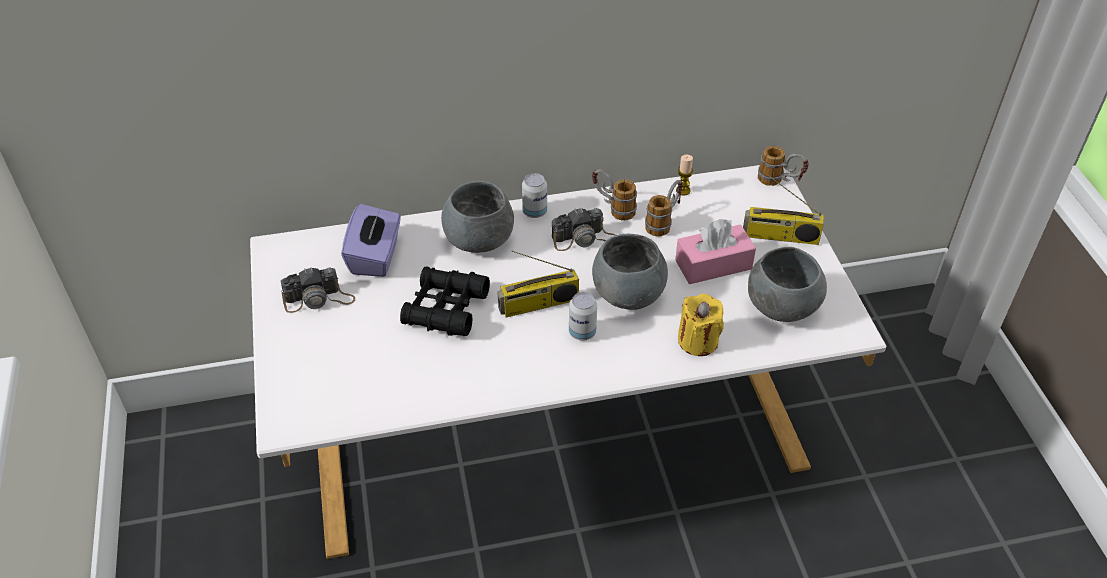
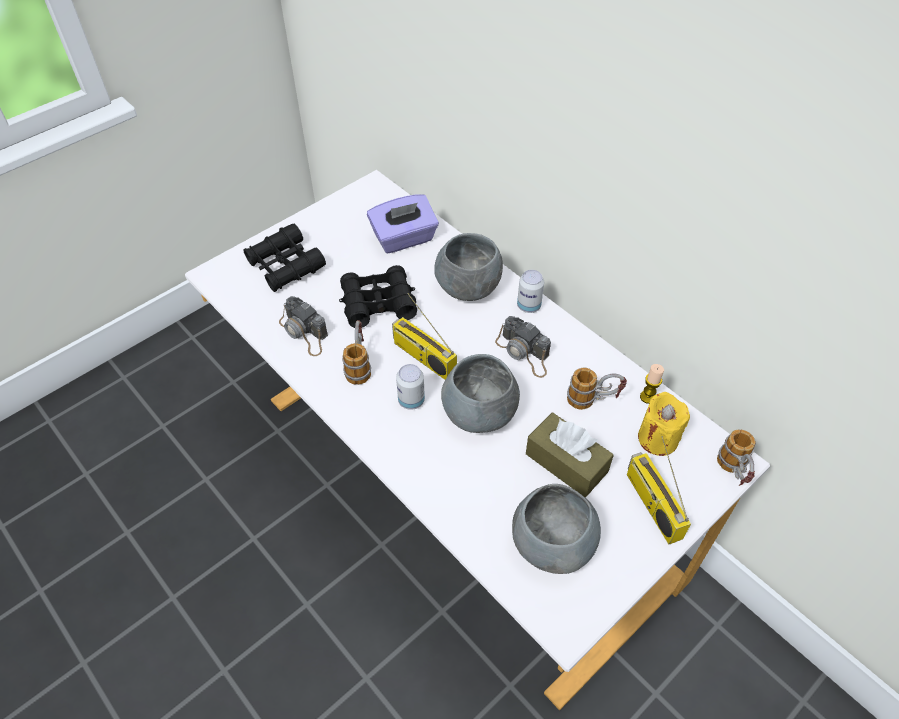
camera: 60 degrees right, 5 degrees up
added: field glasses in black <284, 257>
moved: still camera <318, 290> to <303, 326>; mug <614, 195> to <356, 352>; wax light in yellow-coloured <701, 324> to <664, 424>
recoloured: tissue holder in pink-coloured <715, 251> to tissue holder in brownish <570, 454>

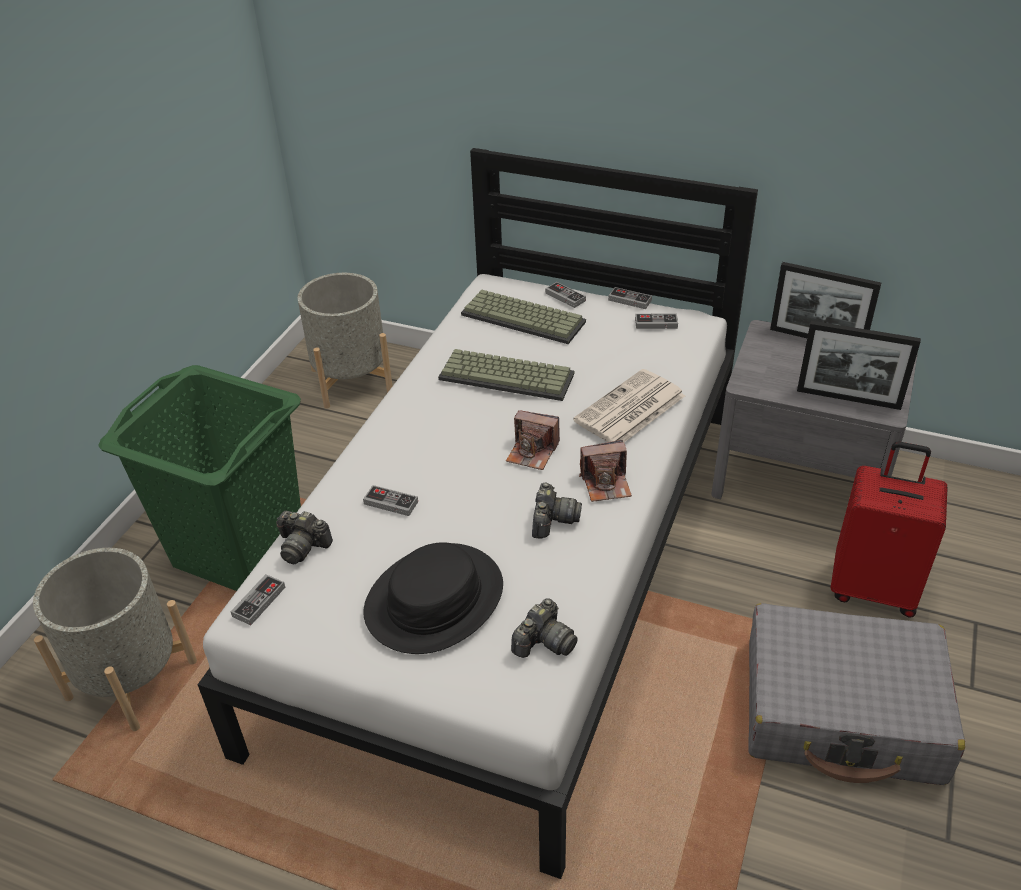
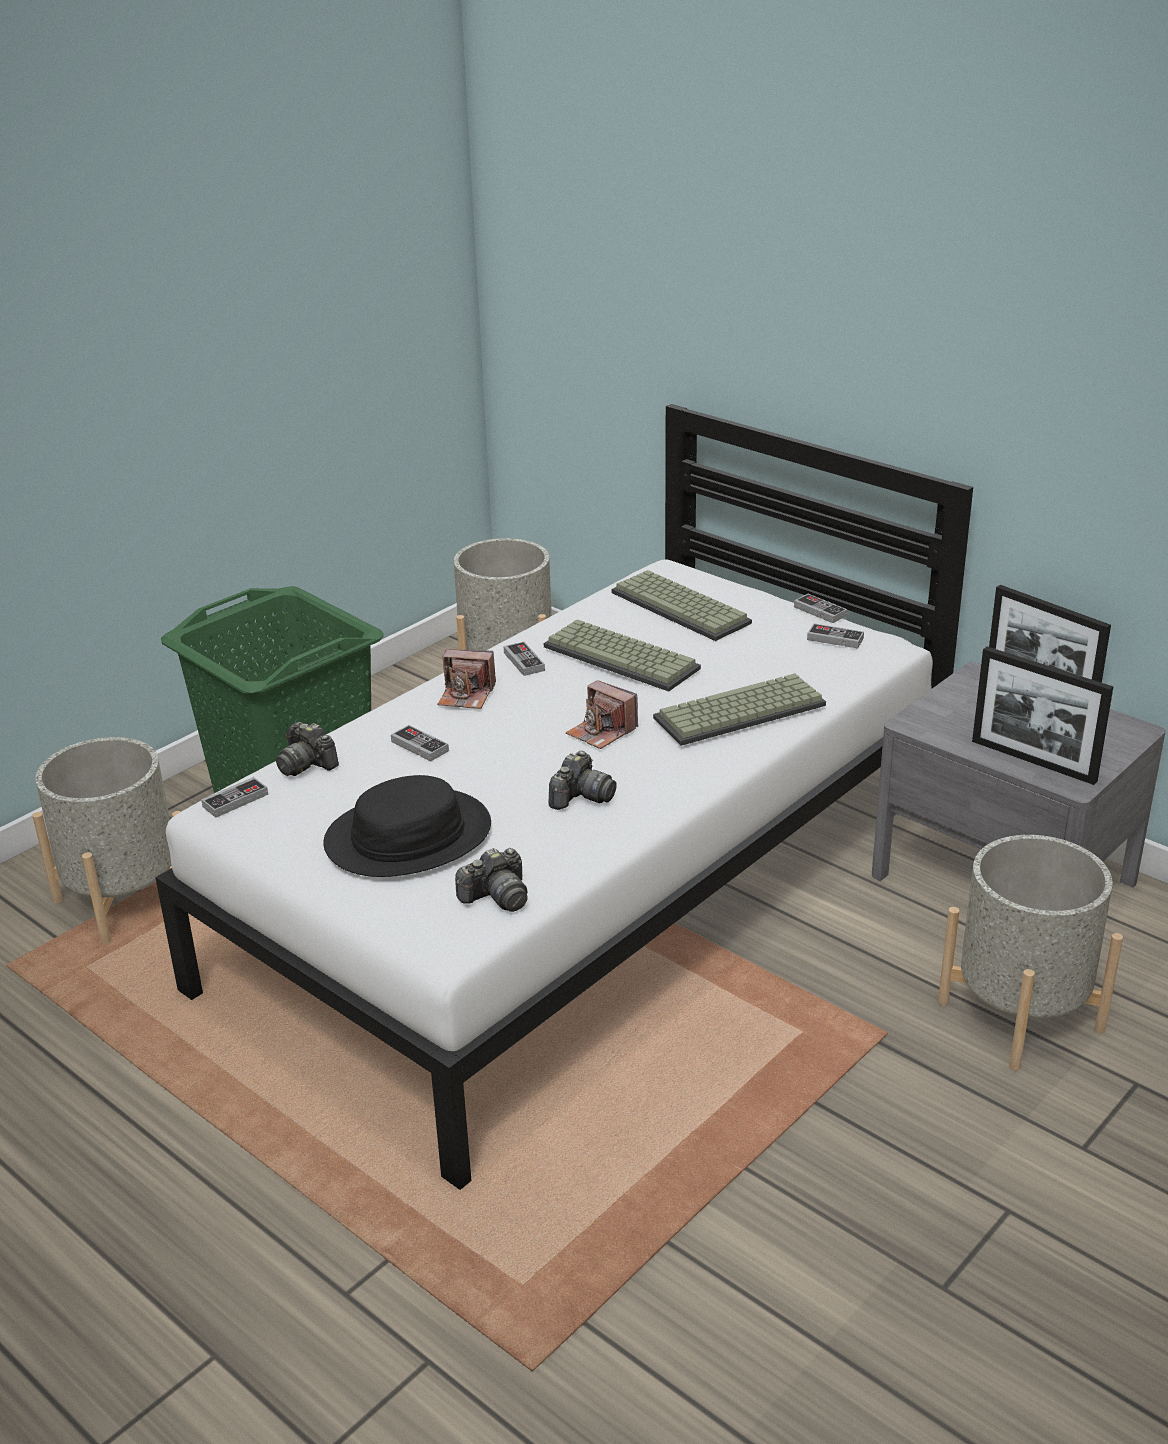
camera: 20 degrees right, 10 degrees down
removed: piece of luggage in greyish <856, 694>
moved: gamepad <565, 295> to <524, 659>; still camera <605, 471> to <466, 679>
replaced: newspaper <629, 405> to PC keyboard <739, 709>; piece of luggage in reddish <889, 530> to planter in greyish <1030, 953>

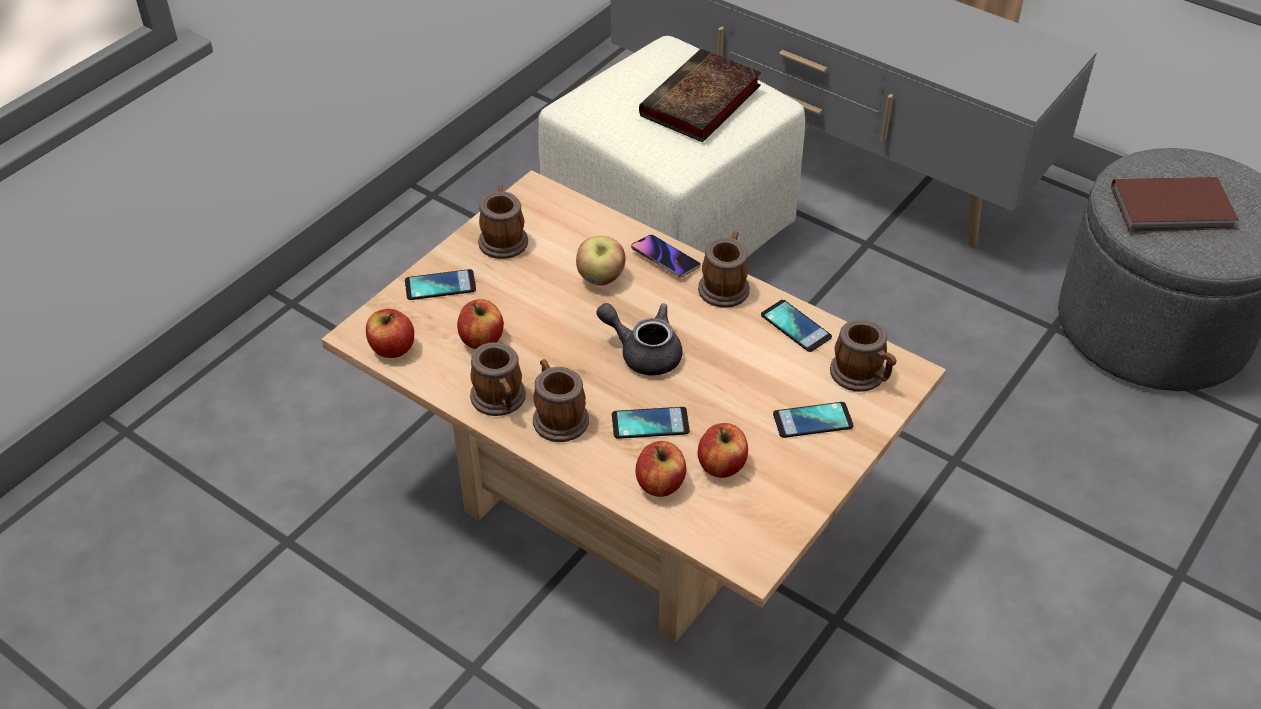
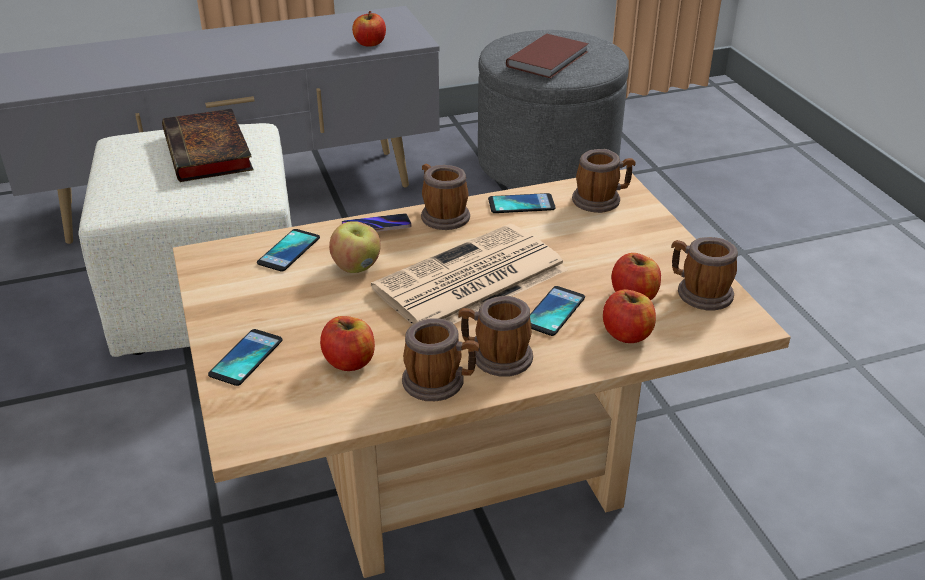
camera: 55 degrees left, 10 degrees down
moved: apple fruit <390, 333> to <369, 29>; mug <503, 222> to <704, 273>; handset <813, 420> to <288, 250>
replaced: teapot in greyish <639, 339> to newspaper <469, 274>

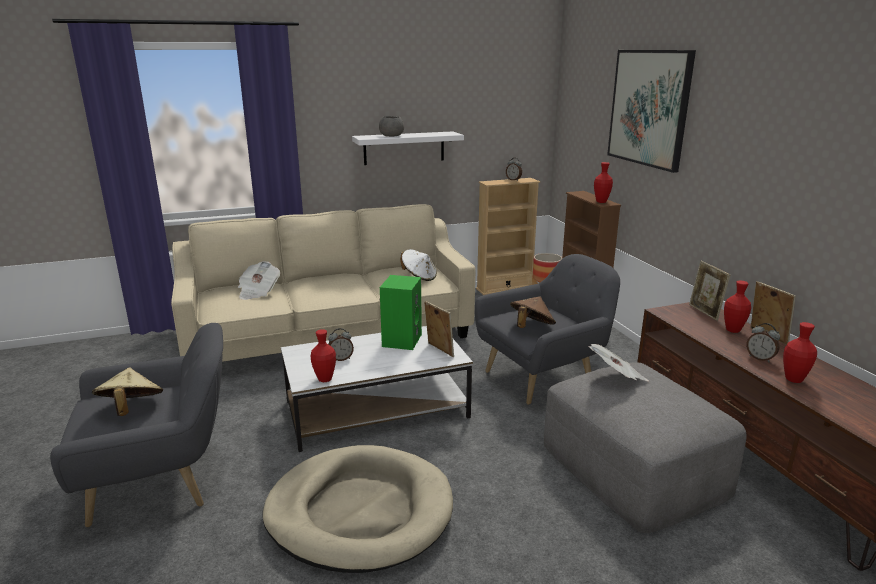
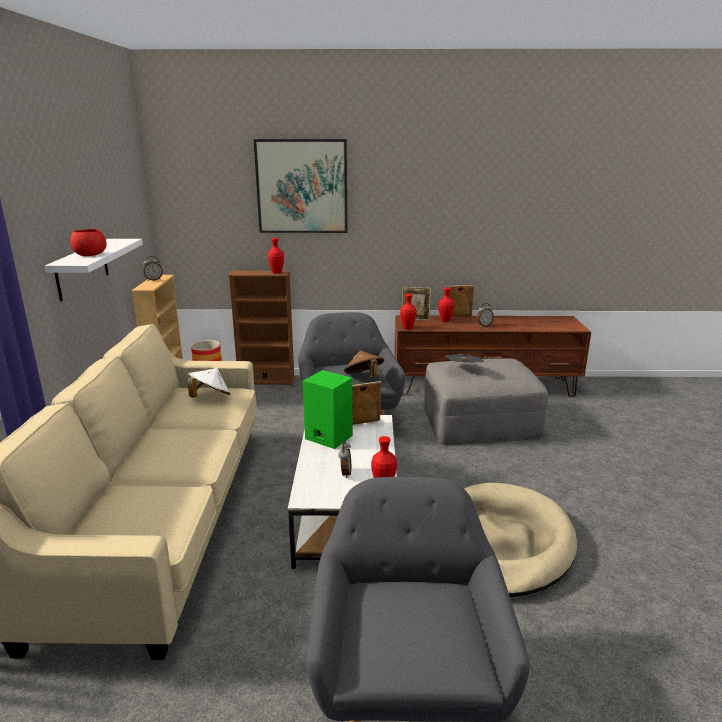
camera: 70 degrees left, 0 degrees up
removed: clothing hat in beige <127, 391>; newspaper <259, 280>
moved: vase in reddish <800, 352> to <408, 312>
recoloured: bowl in greyish <391, 126> to bowl in reddish <88, 242>

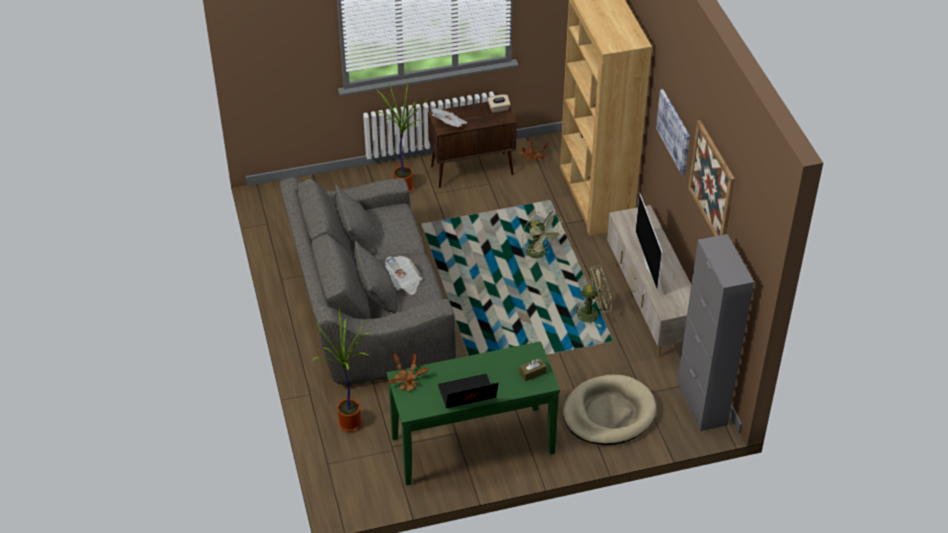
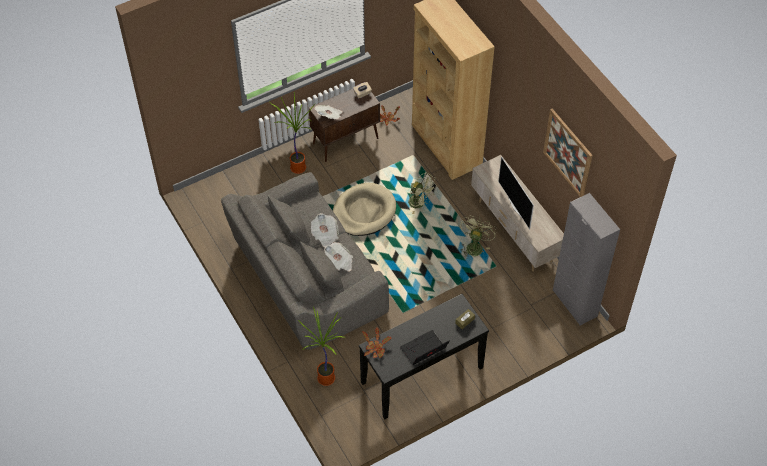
camera: 15 degrees left, 10 degrees up
removed: picture <673, 132>
added: newspaper <325, 230>
moved: dog cushion in beige <610, 410> to <364, 209>
recoloured: hall table in greenish <473, 413> to hall table in black <424, 356>
turned: cooling fan in greenish <591, 297> = <478, 237> 45 degrees counterclockwise

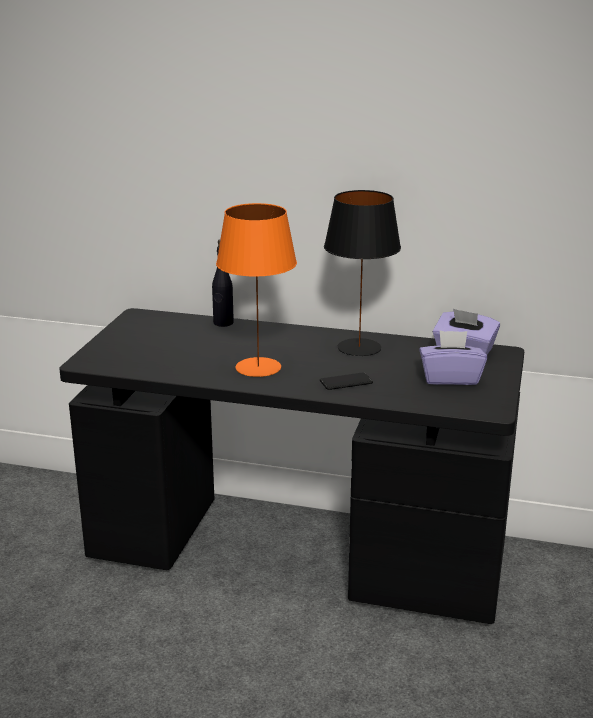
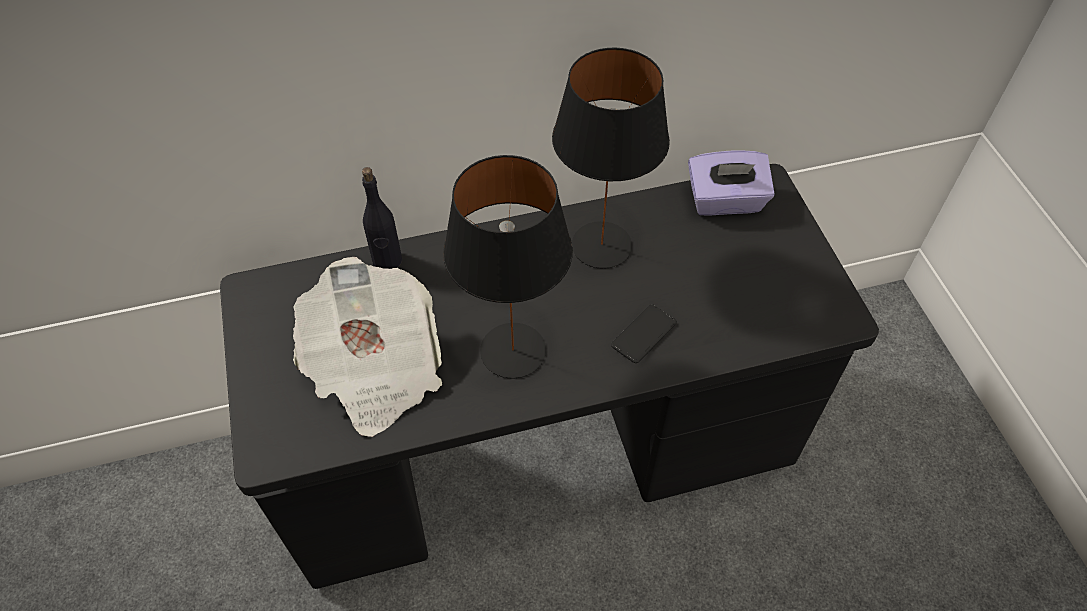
camera: 30 degrees left, 30 degrees up
removed: tissue holder in purple-coloured <453, 357>
added: newspaper <367, 347>
recoloured: table lamp in orange <256, 290> to table lamp in black <508, 266>

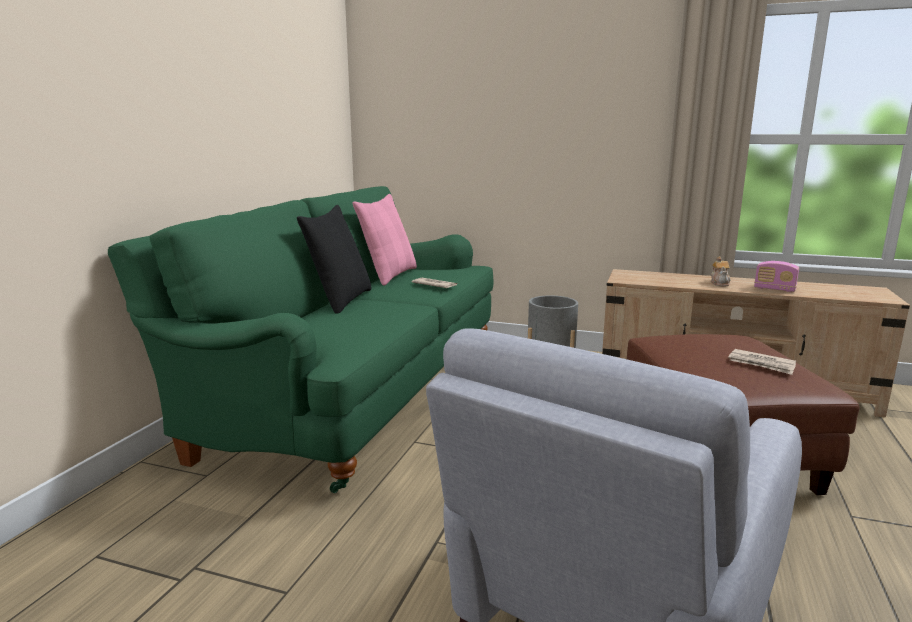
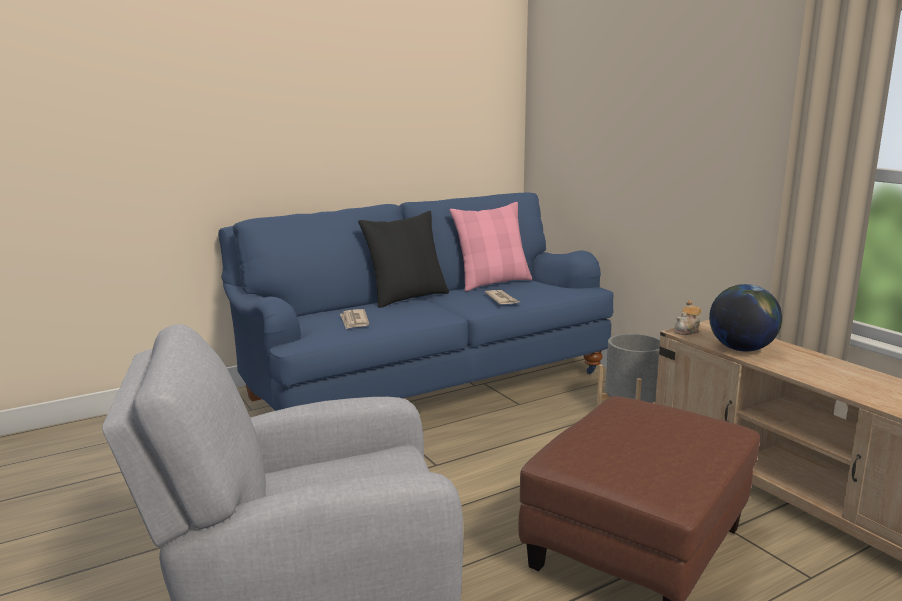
camera: 40 degrees right, 0 degrees up
removed: radio receiver <776, 276>
added: world globe <745, 318>
moved: teapot <721, 271> to <687, 317>; newspaper <762, 362> to <354, 319>
recoloured: couch in greenish <300, 339> to couch in blue <416, 301>

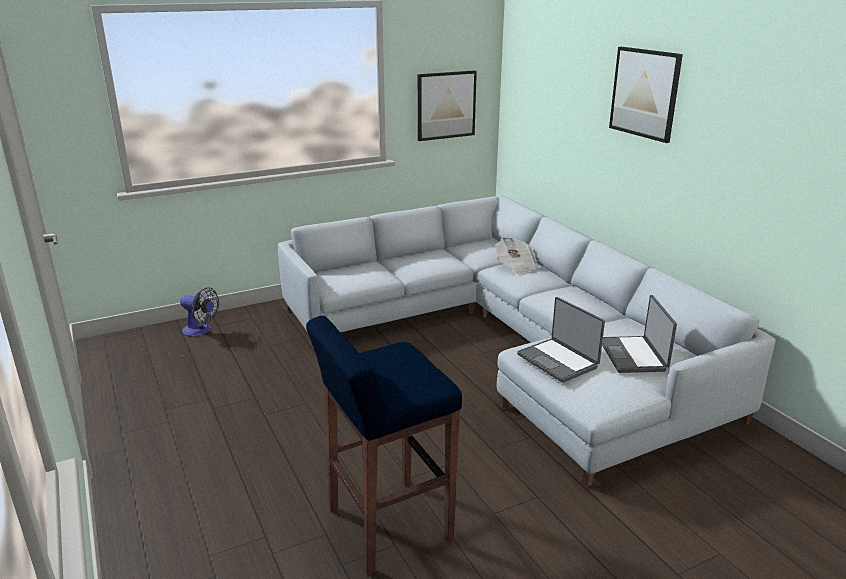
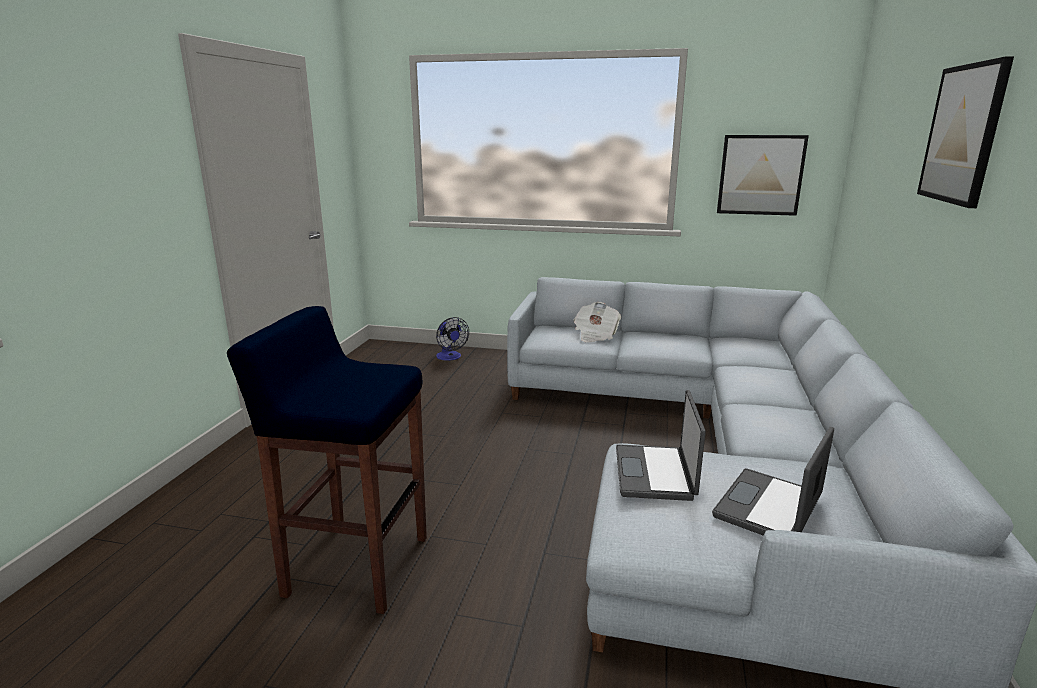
camera: 40 degrees right, 5 degrees down
moved: newspaper <516, 256> to <597, 322>

